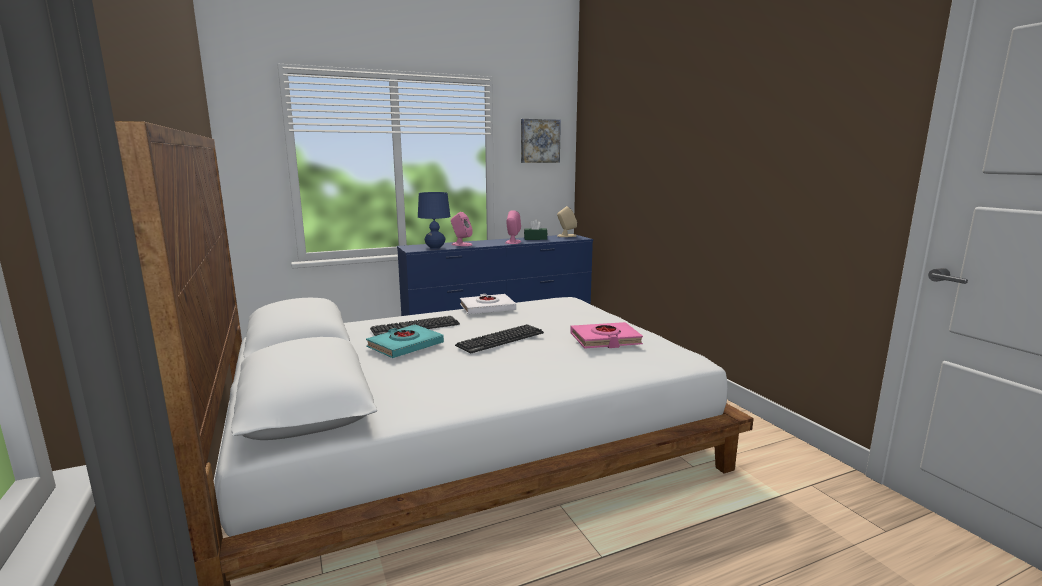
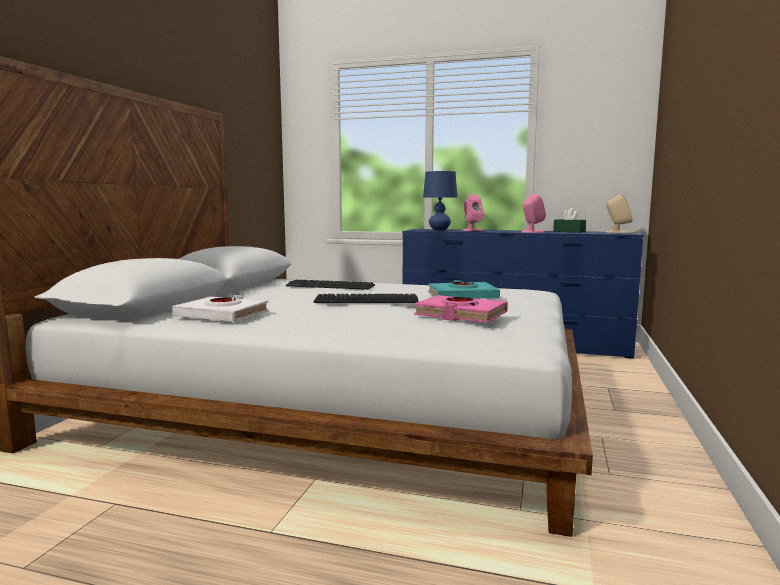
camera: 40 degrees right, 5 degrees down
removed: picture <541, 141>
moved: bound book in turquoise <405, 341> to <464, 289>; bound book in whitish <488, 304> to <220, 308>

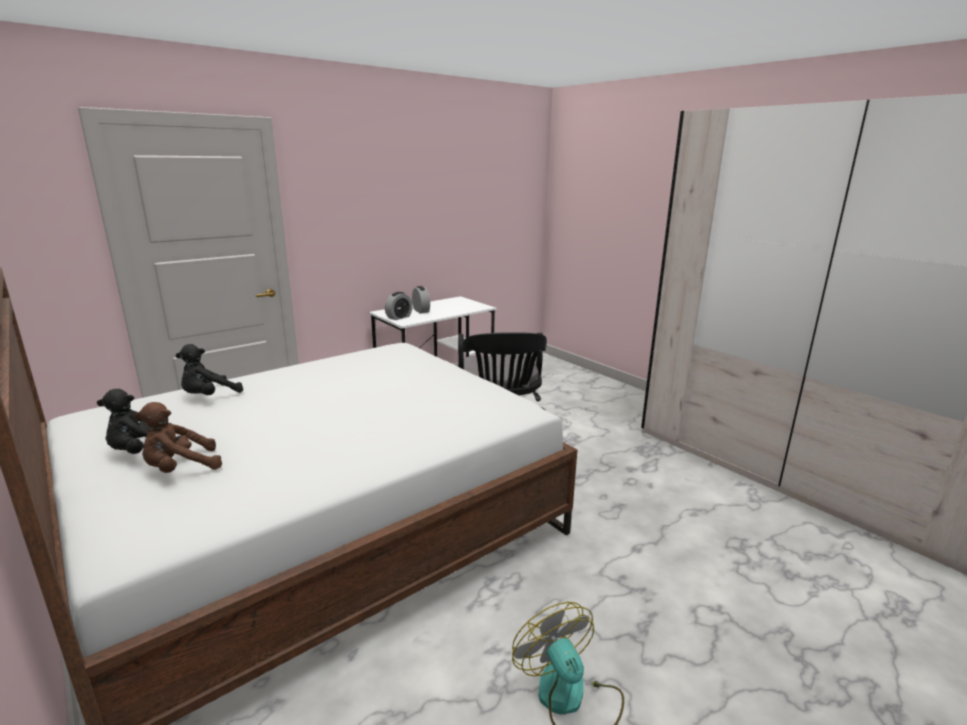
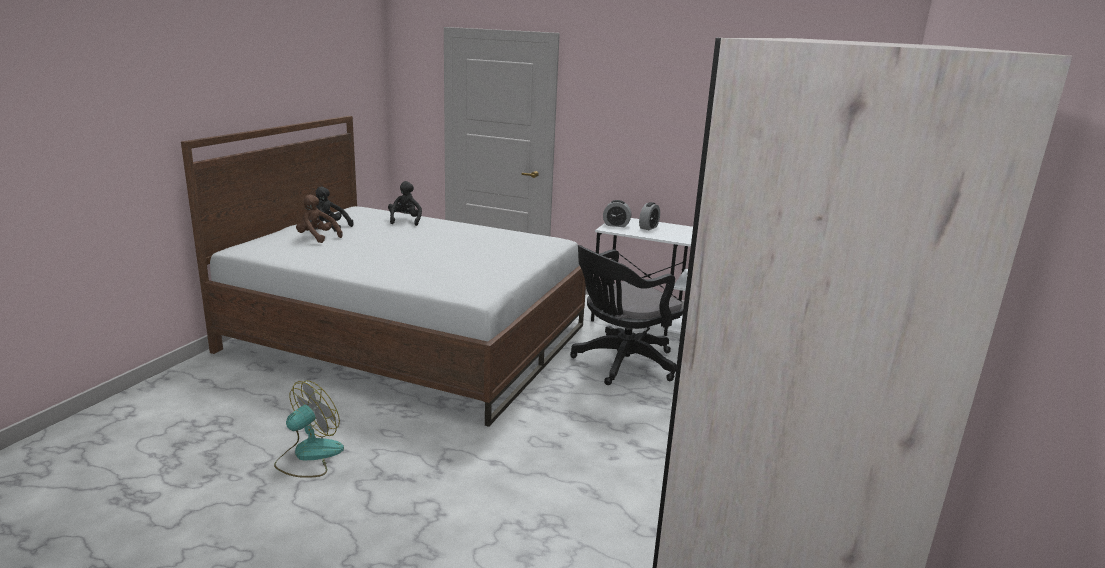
camera: 60 degrees right, 0 degrees up
turned: cuddly toy in black <209, 369> = <405, 203> 75 degrees clockwise

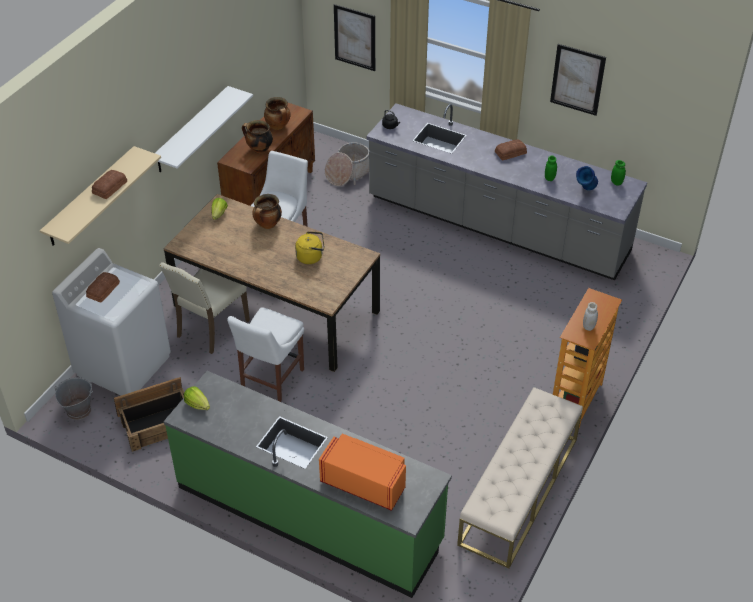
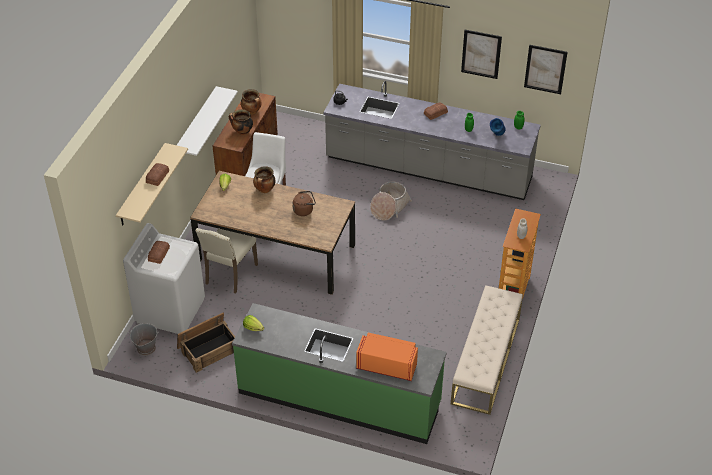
camera: 10 degrees left, 0 degrees up
removed: plain chair in whitish <265, 354>
moved: household basket <347, 164> to <391, 201>; picture <354, 37> to <546, 69>
recoloured: water kettle in yellow-coloured <310, 247> to water kettle in brownish <304, 203>

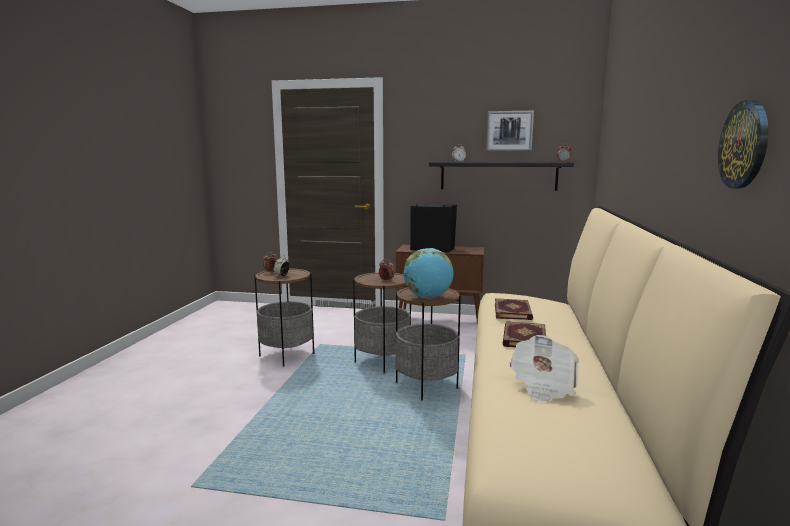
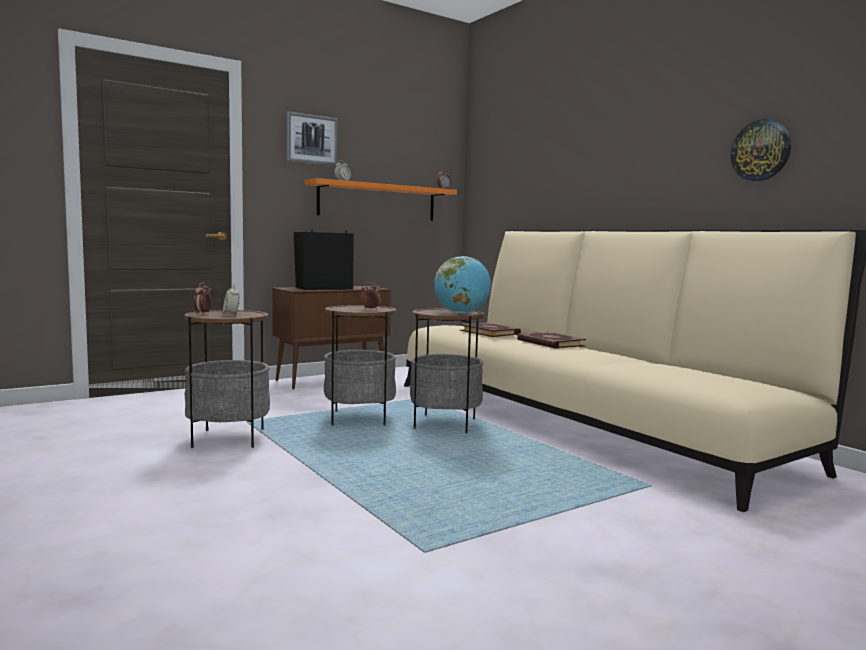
camera: 45 degrees left, 5 degrees down
removed: newspaper <544, 368>
moved: picture <510, 131> to <312, 138>
recoloured: shelf in black <501, 176> to shelf in orange <381, 199>

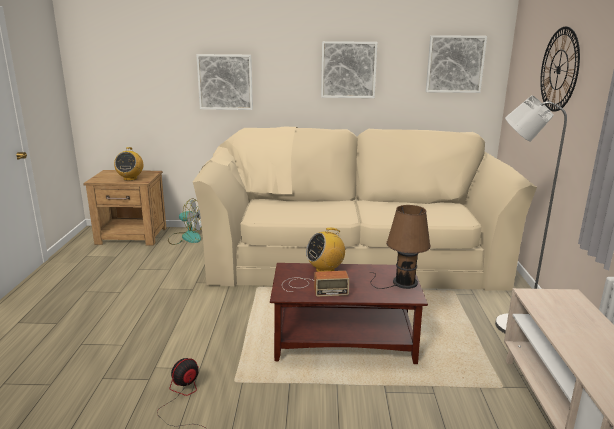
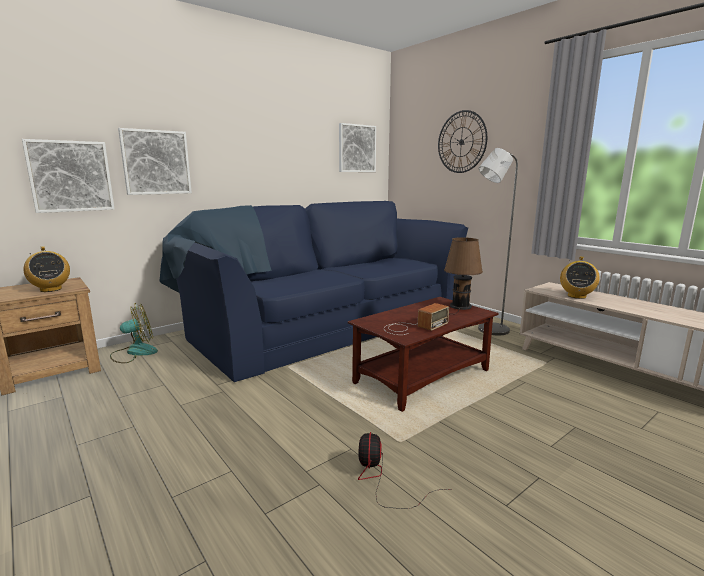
camera: 40 degrees left, 5 degrees down
moved: radio receiver <325, 250> to <580, 278>; picture <349, 69> to <68, 176>
recoloured: couch in beige <365, 209> to couch in blue <314, 291>

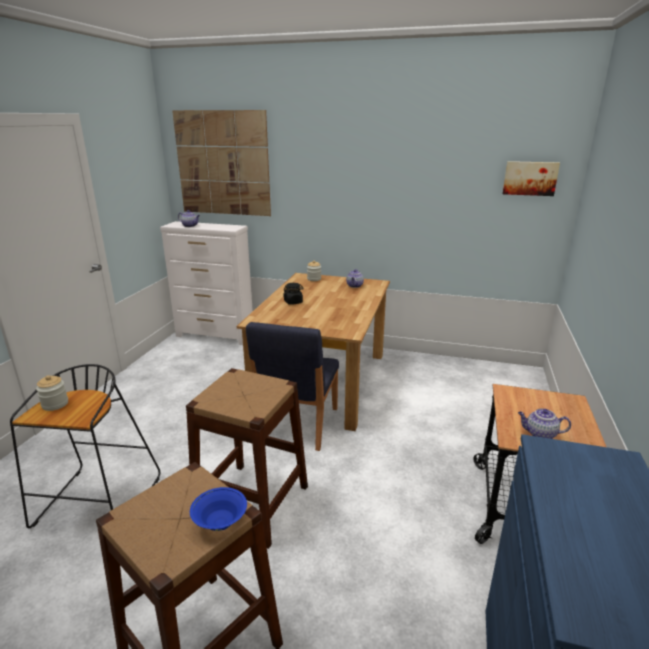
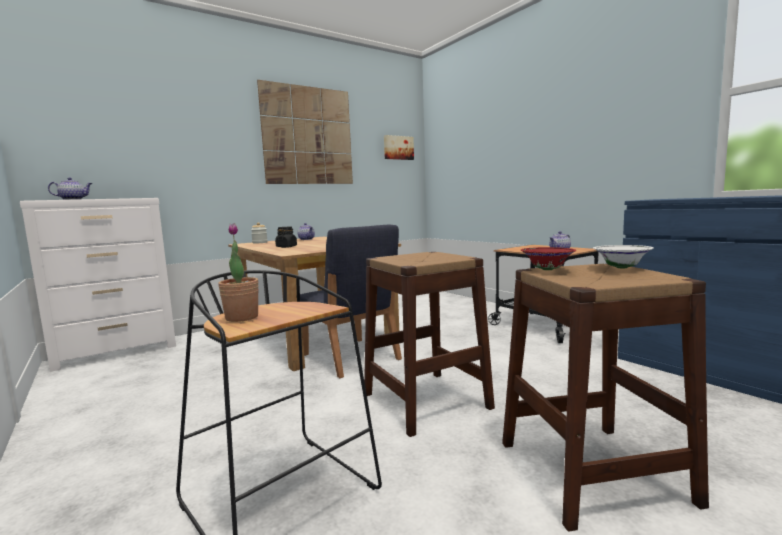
camera: 50 degrees left, 15 degrees down
added: bowl in reddish <548, 258>
moved: picture <221, 163> to <305, 132>
replaced: storage jar <52, 393> to potted plant <238, 272>
recoloured: bowl in blue <218, 509> to bowl in whitish <623, 256>

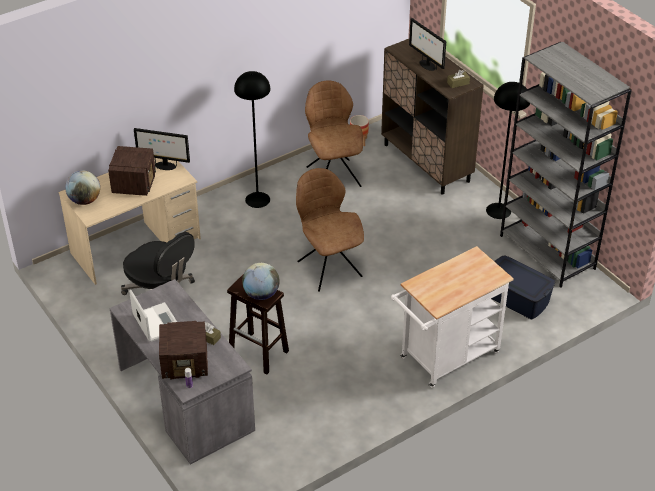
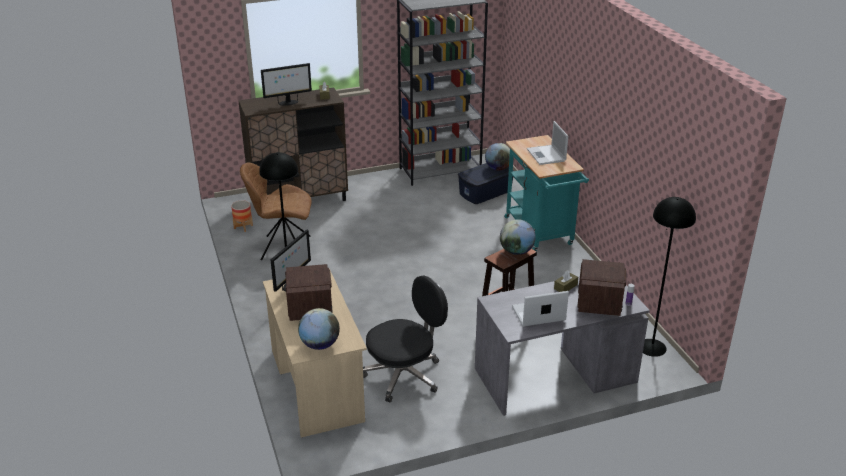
camera: 75 degrees left, 10 degrees down
removed: plain chair in brownish <330, 230>
added: world globe <497, 156>; portable computer <547, 143>
moved: standard lamp in black <508, 150> to <669, 277>
recoloured: wheeled cart in whitish <452, 317> to wheeled cart in turquoise <546, 193>
turned: radio receiver <132, 171> = <309, 292> 60 degrees clockwise

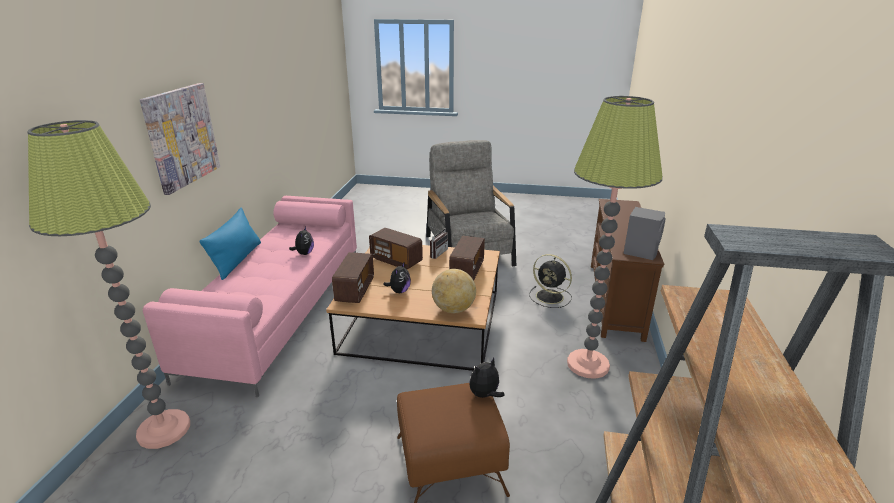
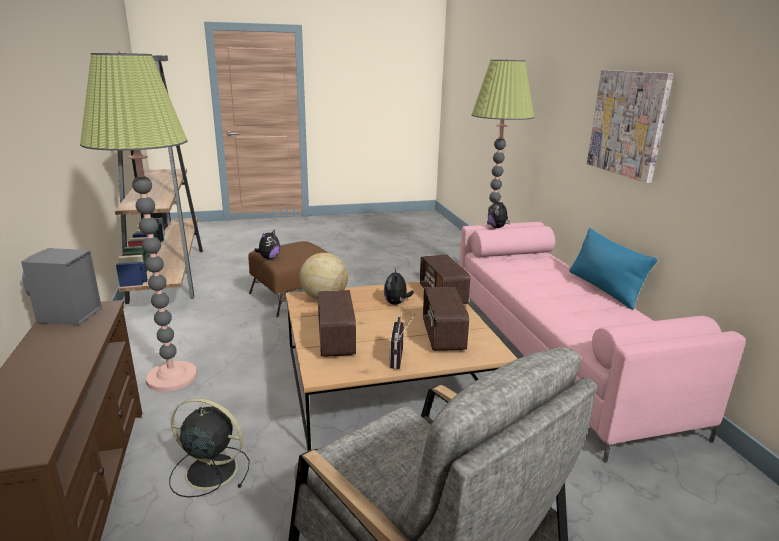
camera: 155 degrees right, 5 degrees down
moved: cuddly toy <301, 241> to <499, 213>
turned: radio receiver <396, 248> = <446, 319> 105 degrees counterclockwise

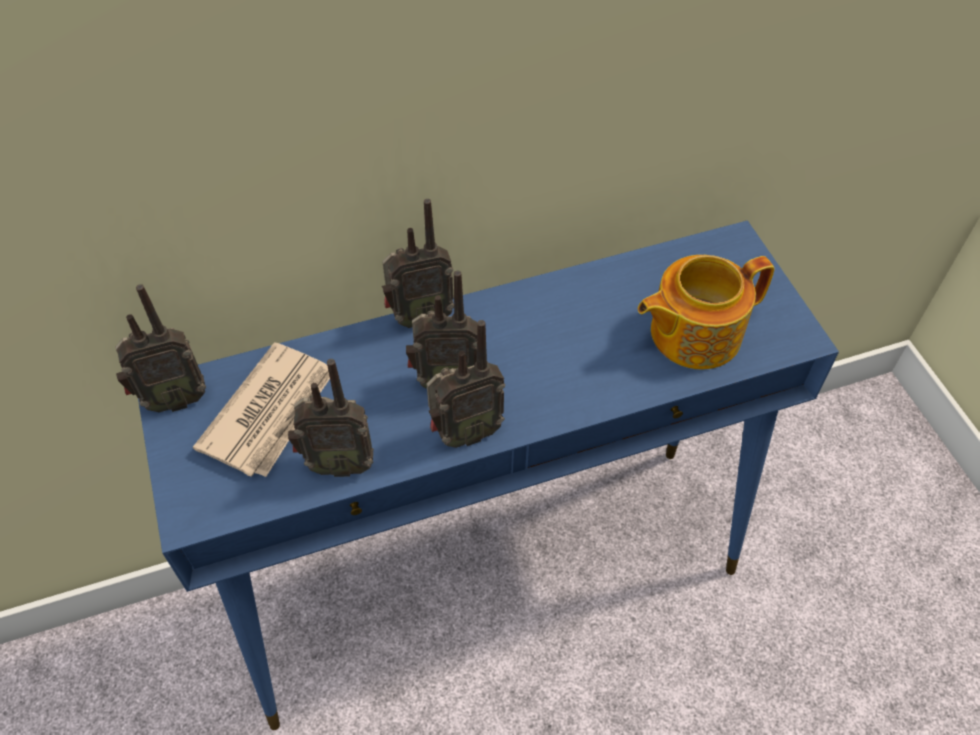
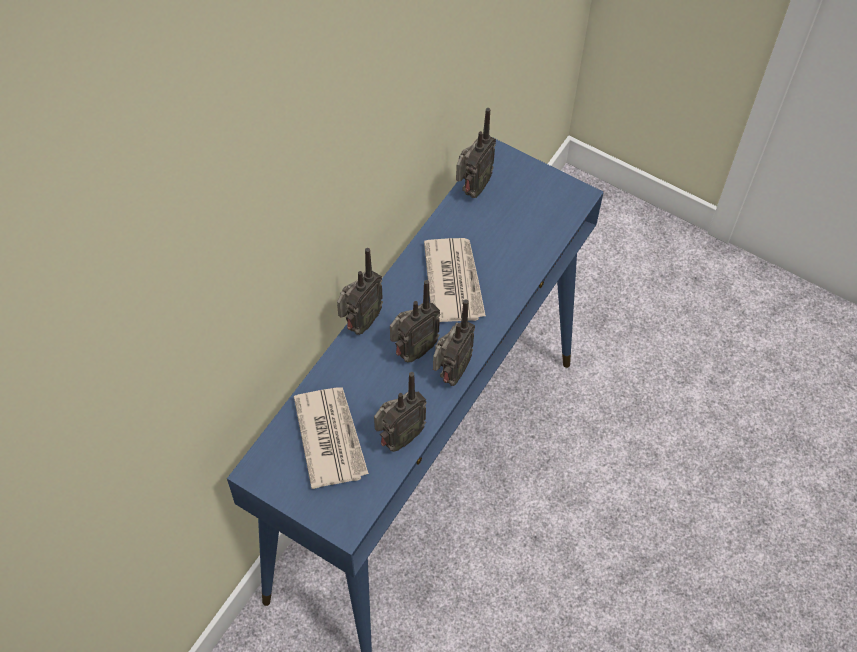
camera: 40 degrees left, 5 degrees up
removed: teapot <706, 312>
added: newspaper <455, 280>
moved: radio receiver <161, 348> to <476, 153>

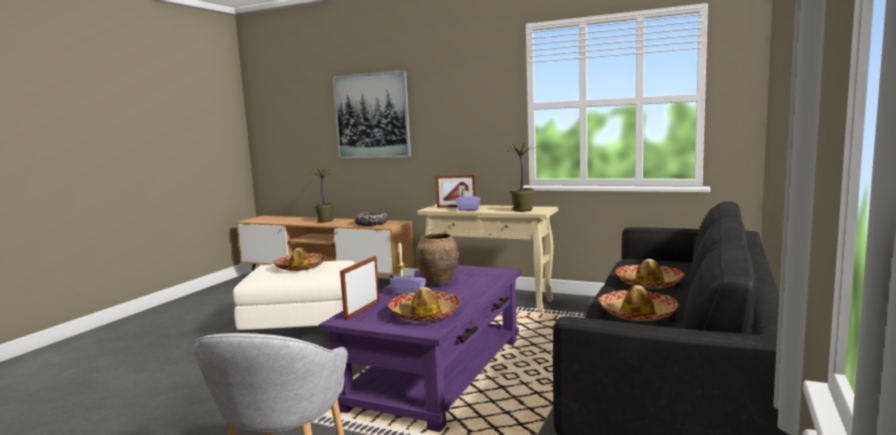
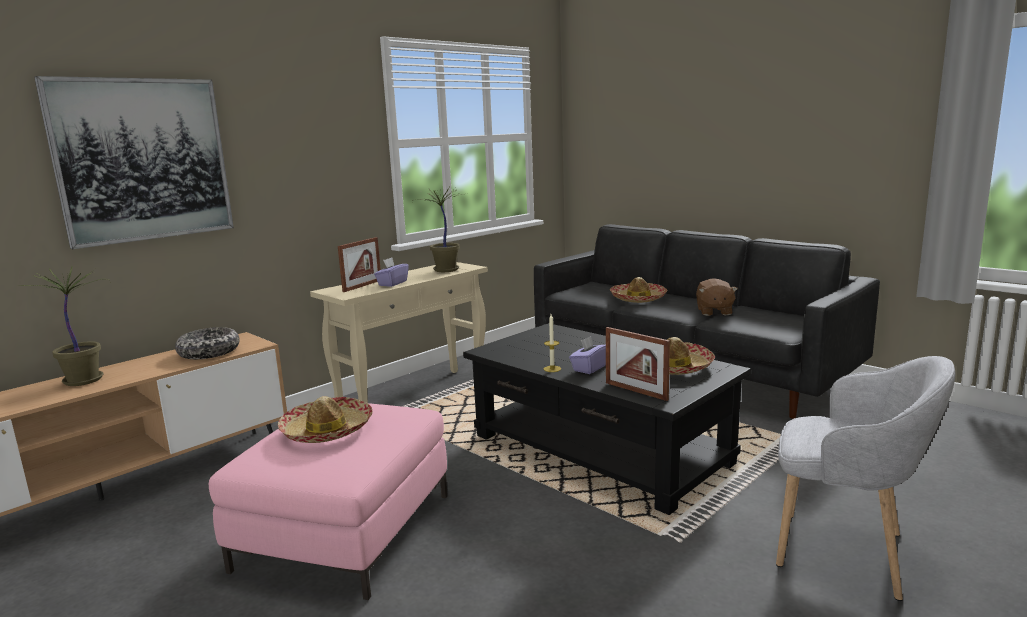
camera: 70 degrees left, 5 degrees up
removed: vase in brownish <437, 259>
replaced: clothing hat <638, 303> to cuddly toy in brownish <717, 297>
recoloured: pouffe in whitish <294, 296> to pouffe in pink-coloured <328, 501>; lounge table in purple-coloured <420, 348> to lounge table in black <607, 419>

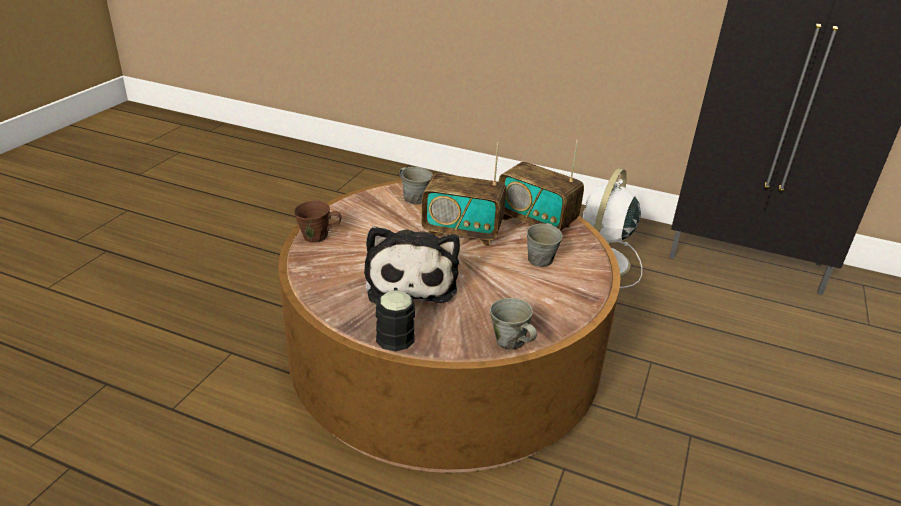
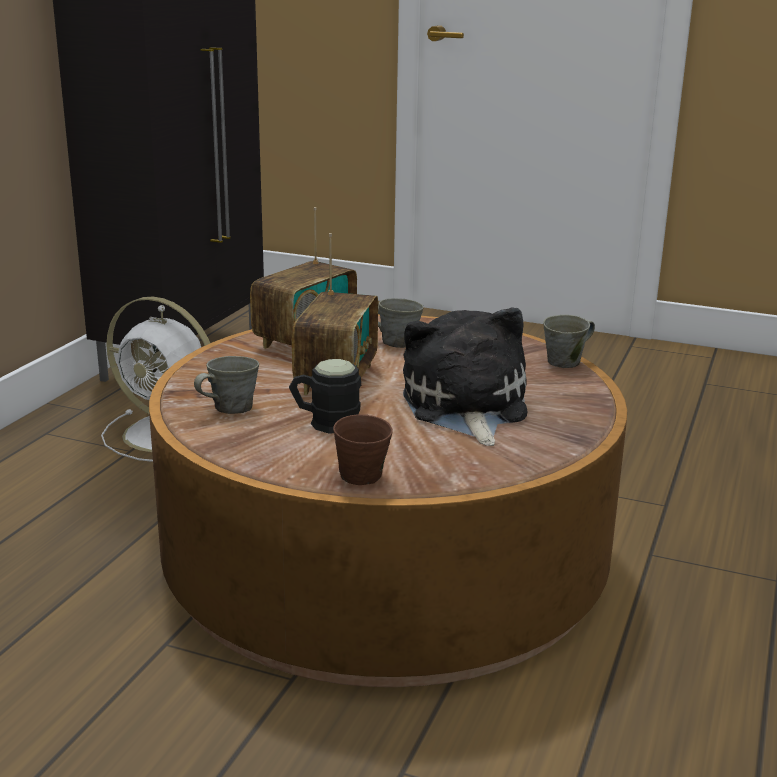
camera: 90 degrees left, 10 degrees down
moved: mug in black <395, 319> to <325, 396>
turned: cuddly toy <412, 265> = <465, 376> 90 degrees counterclockwise

